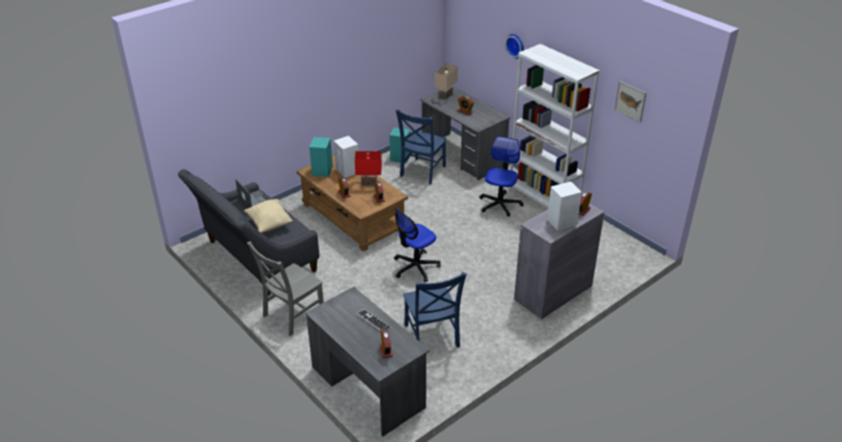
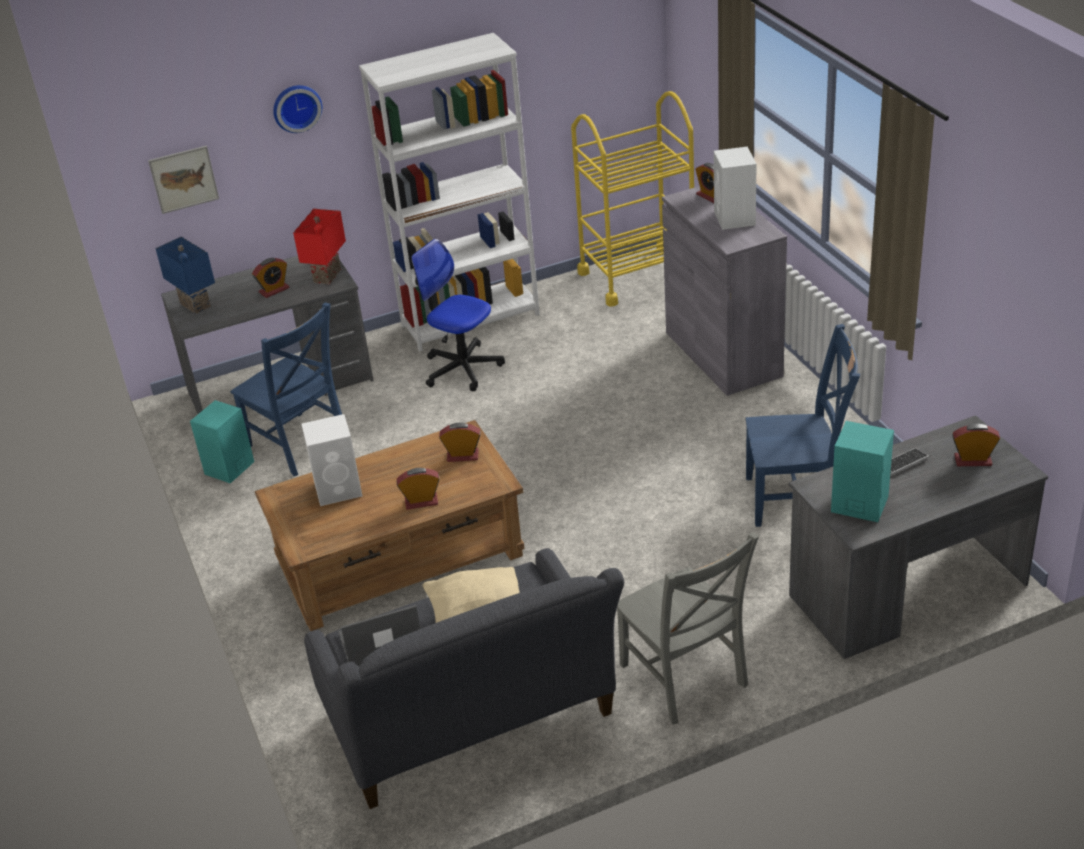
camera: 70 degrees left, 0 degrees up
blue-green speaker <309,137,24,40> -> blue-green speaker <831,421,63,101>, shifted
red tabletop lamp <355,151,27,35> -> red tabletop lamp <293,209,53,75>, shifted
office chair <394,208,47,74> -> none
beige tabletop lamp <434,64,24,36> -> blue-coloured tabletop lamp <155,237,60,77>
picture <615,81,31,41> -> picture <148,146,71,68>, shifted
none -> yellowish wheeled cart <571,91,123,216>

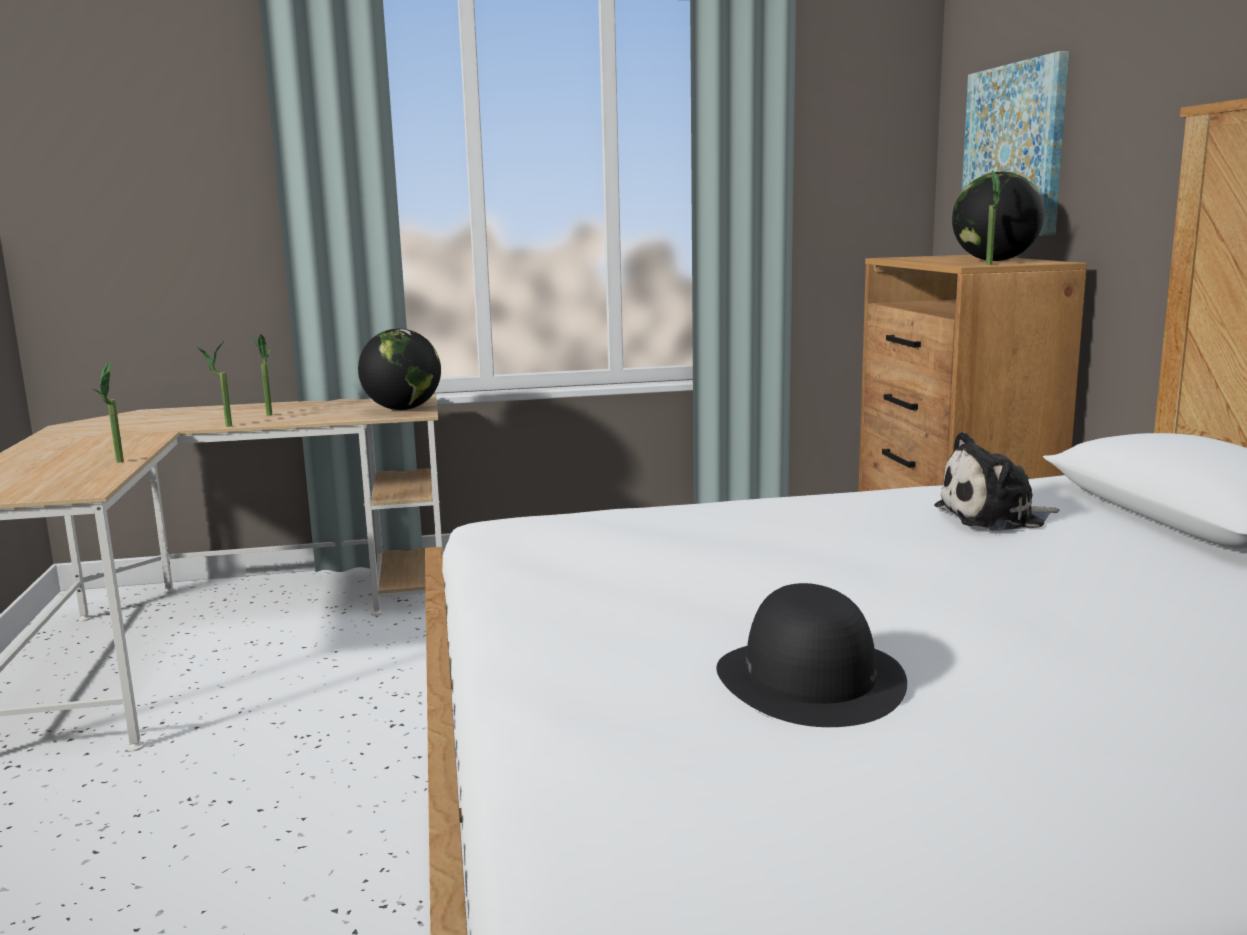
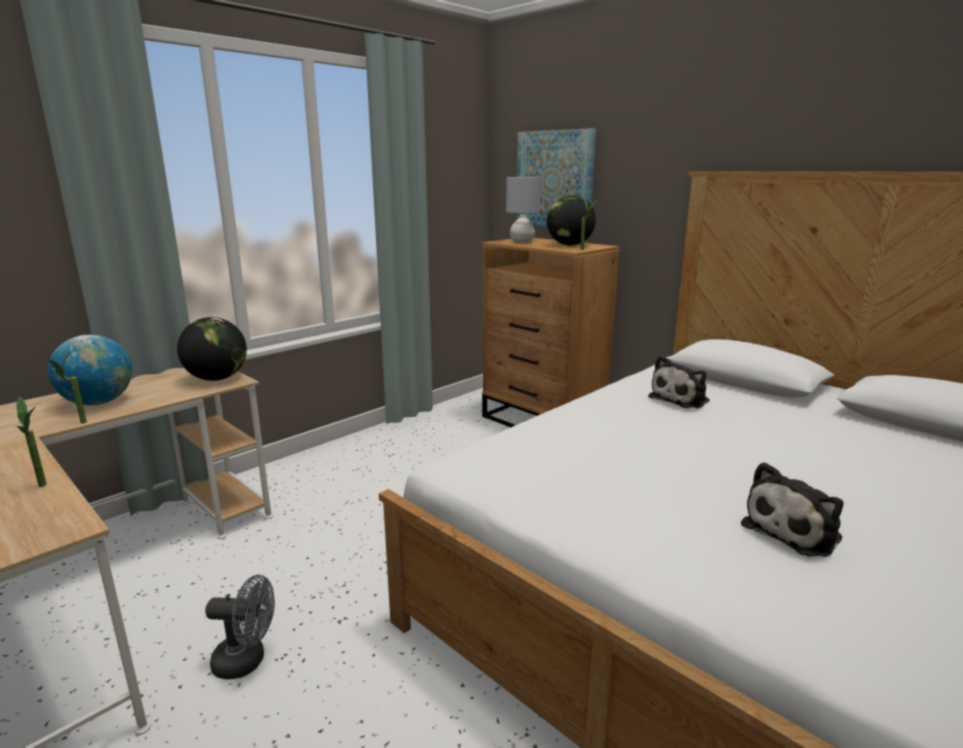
camera: 35 degrees left, 5 degrees up
plant in a pot <251,335,21,81> -> desk globe <48,335,84,70>
black hat <716,583,191,144> -> plush toy <741,462,103,95>
none -> grey electric fan <205,575,70,104>
none -> grey tabletop lamp <506,177,35,66>

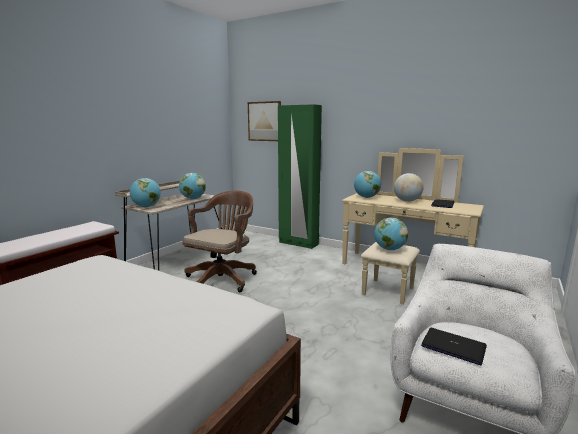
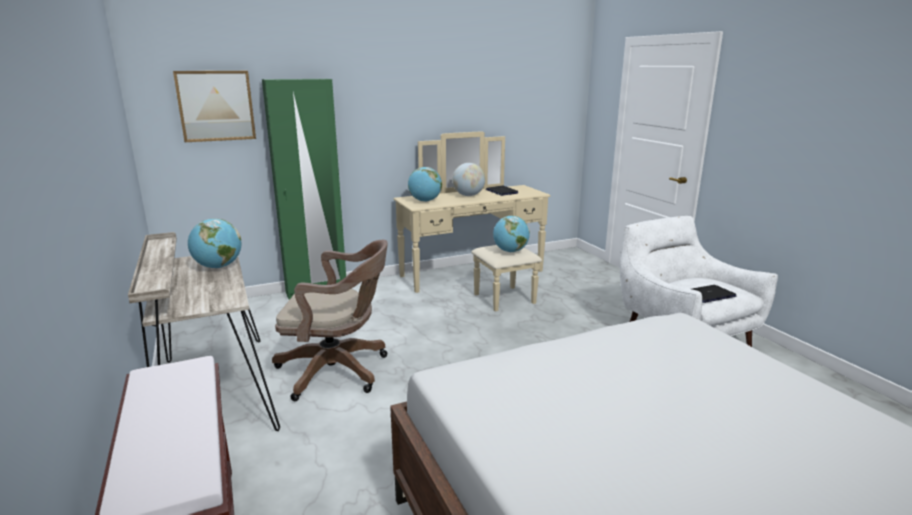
camera: 55 degrees left, 5 degrees up
desk globe <130,178,31,30> -> none
brownish office chair <182,191,75,101> -> brownish office chair <272,240,116,161>, 120 degrees clockwise

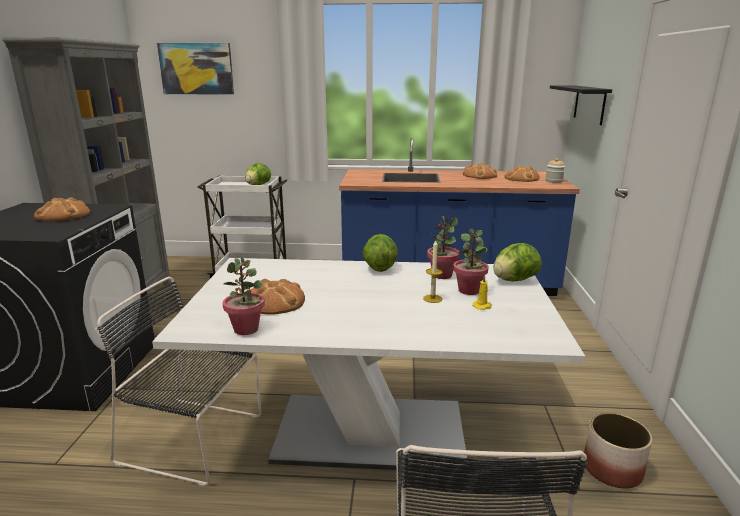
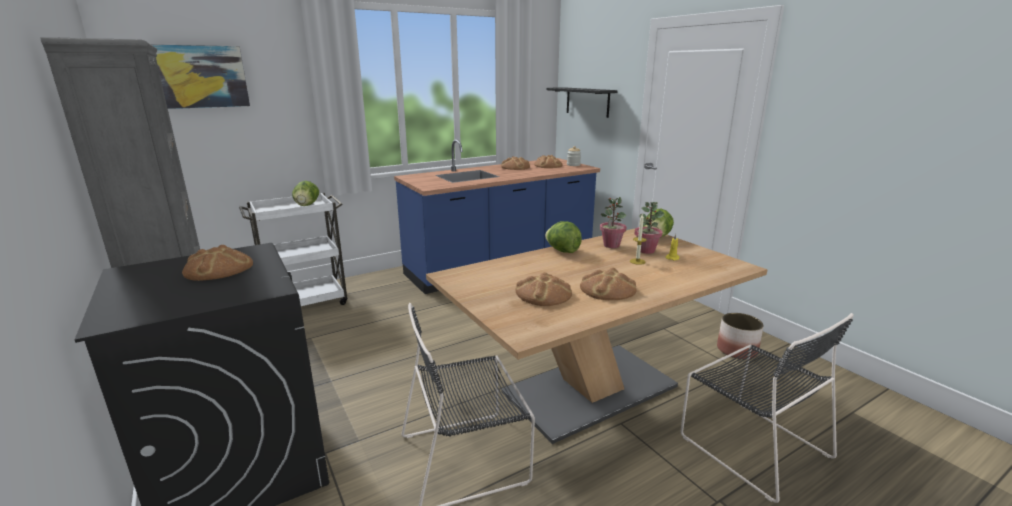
camera: 35 degrees left, 0 degrees up
white kitchen table <152,258,433,215> -> brownish kitchen table <426,228,342,216>
plant in a pot <223,257,42,78> -> none
none -> baked bread <580,267,56,33>

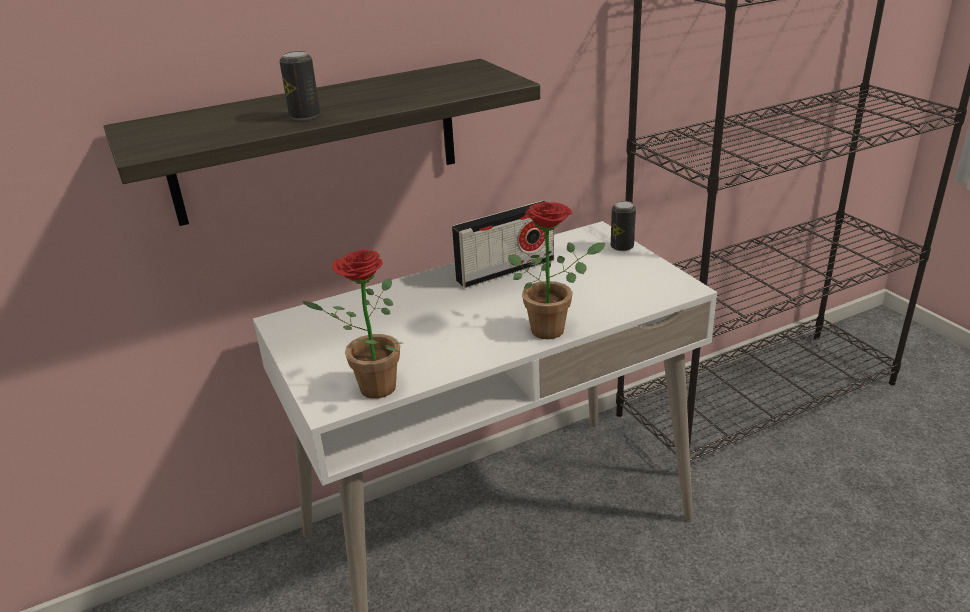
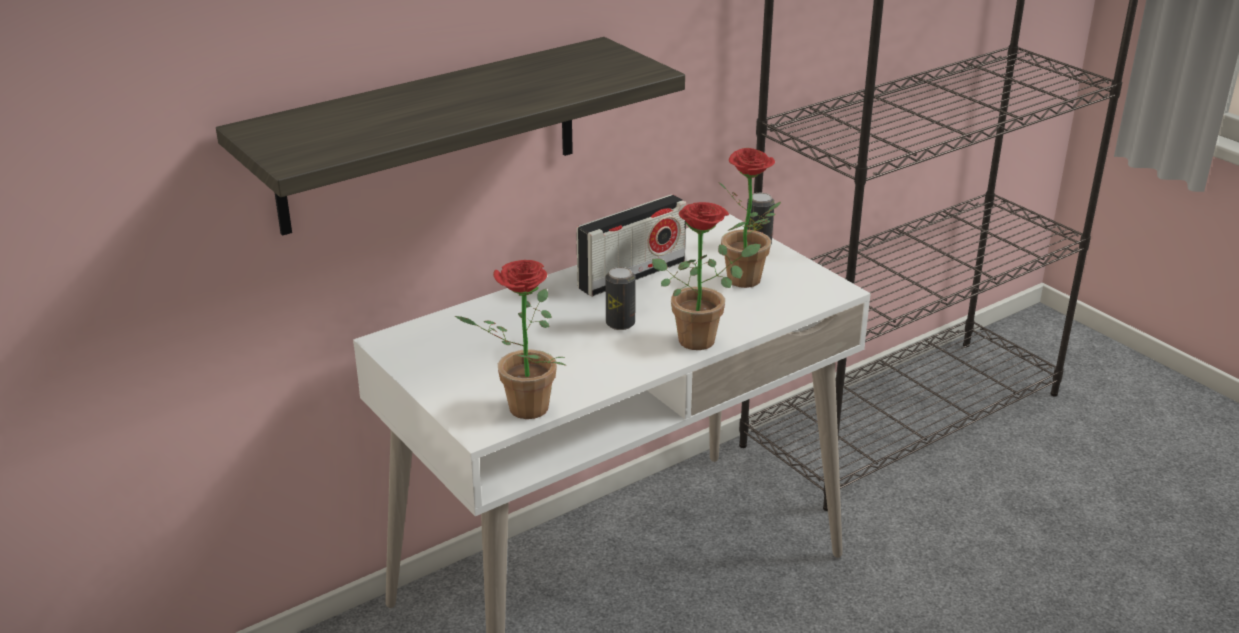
camera: 10 degrees left, 0 degrees up
can <279,51,41,69> -> can <606,267,30,63>, shifted
none -> plant in a pot <718,148,63,140>

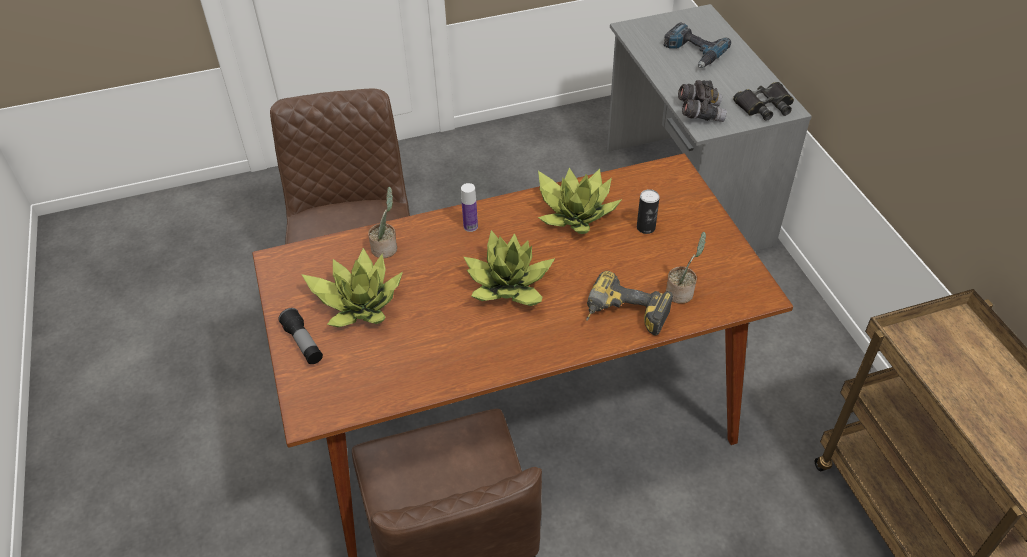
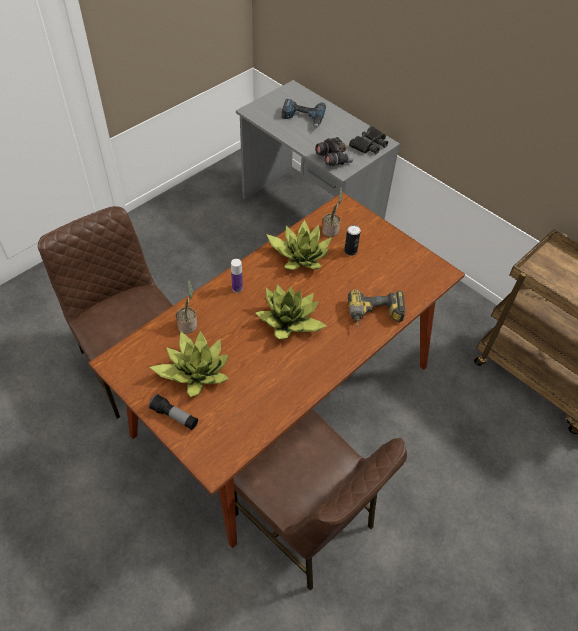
camera: 30 degrees left, 5 degrees up
plant in a pot <666,232,40,72> -> plant in a pot <322,187,21,50>, shifted

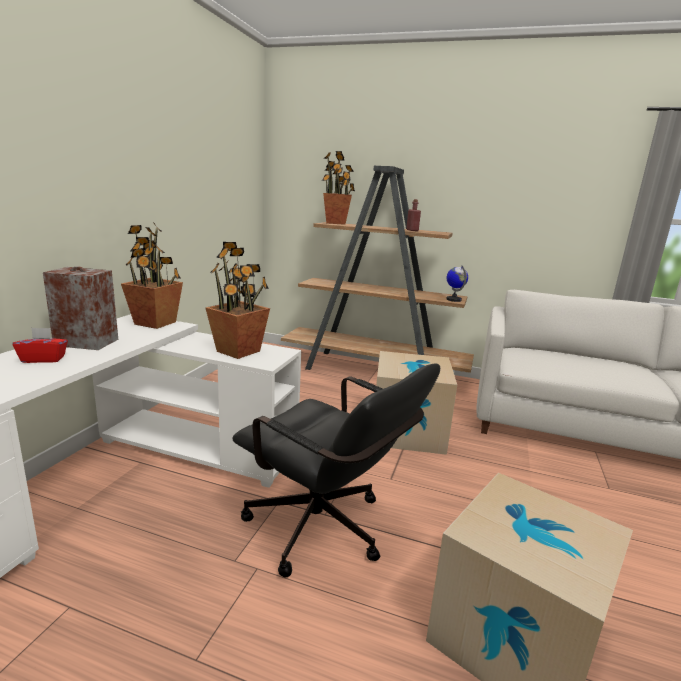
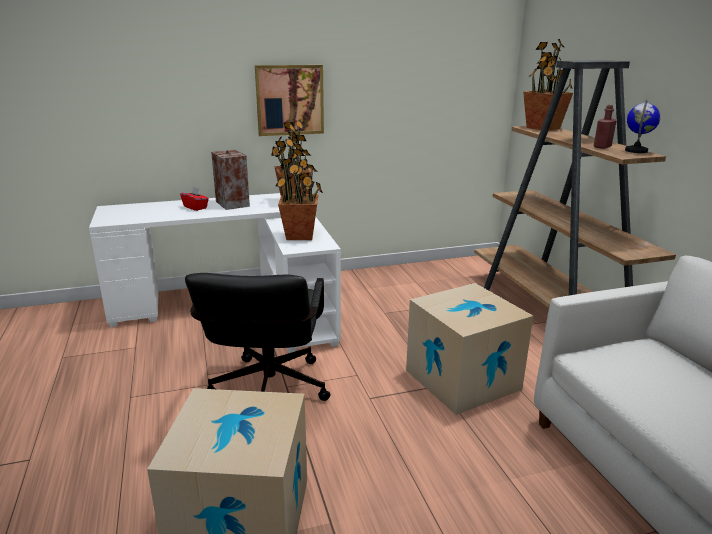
camera: 55 degrees right, 5 degrees up
desk globe <447,265,21,37> -> desk globe <625,100,36,53>, shifted
none -> picture <255,65,69,71>

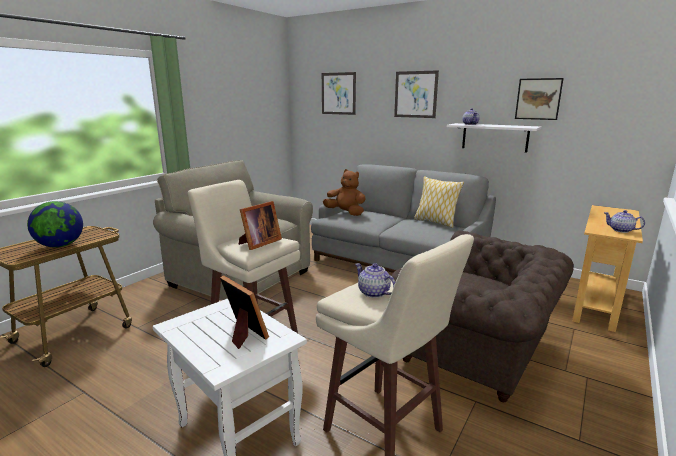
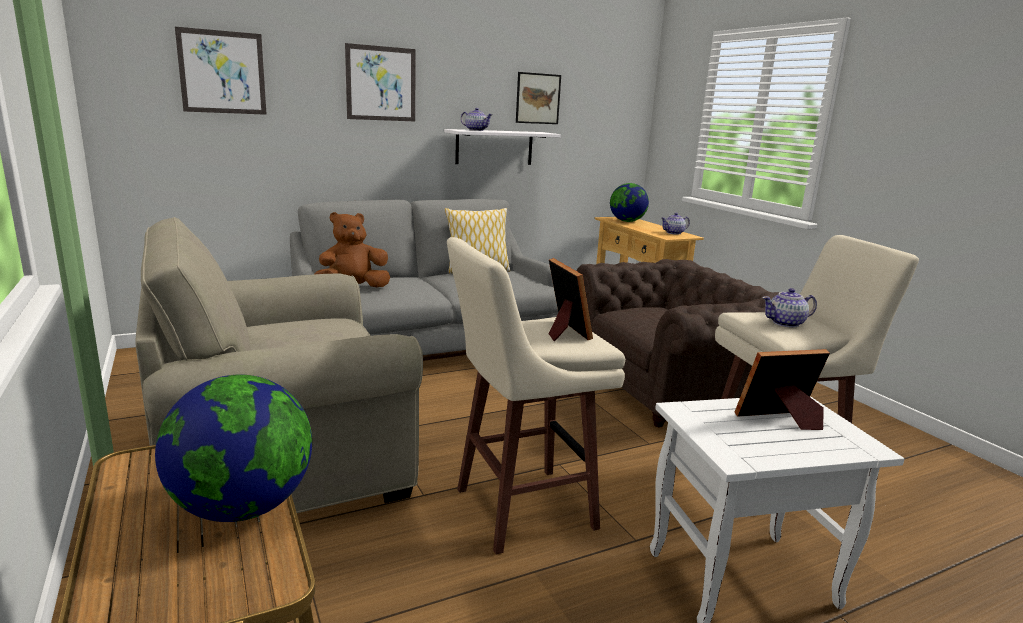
camera: 60 degrees left, 0 degrees up
none -> desk globe <610,183,39,39>

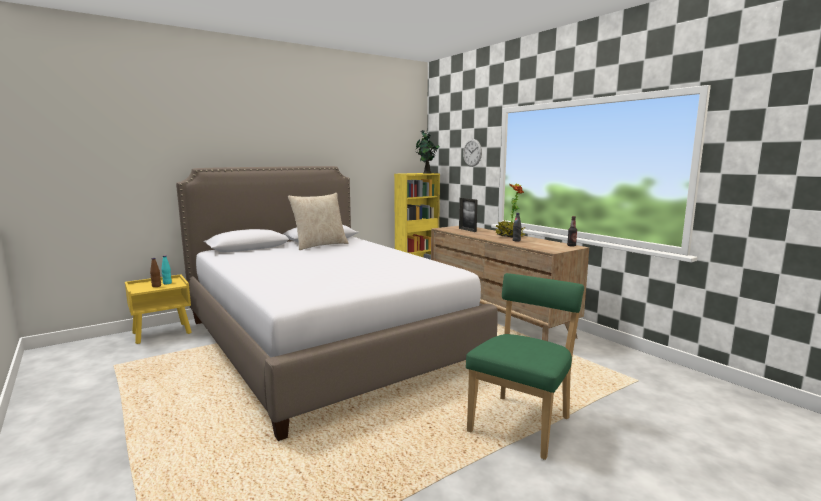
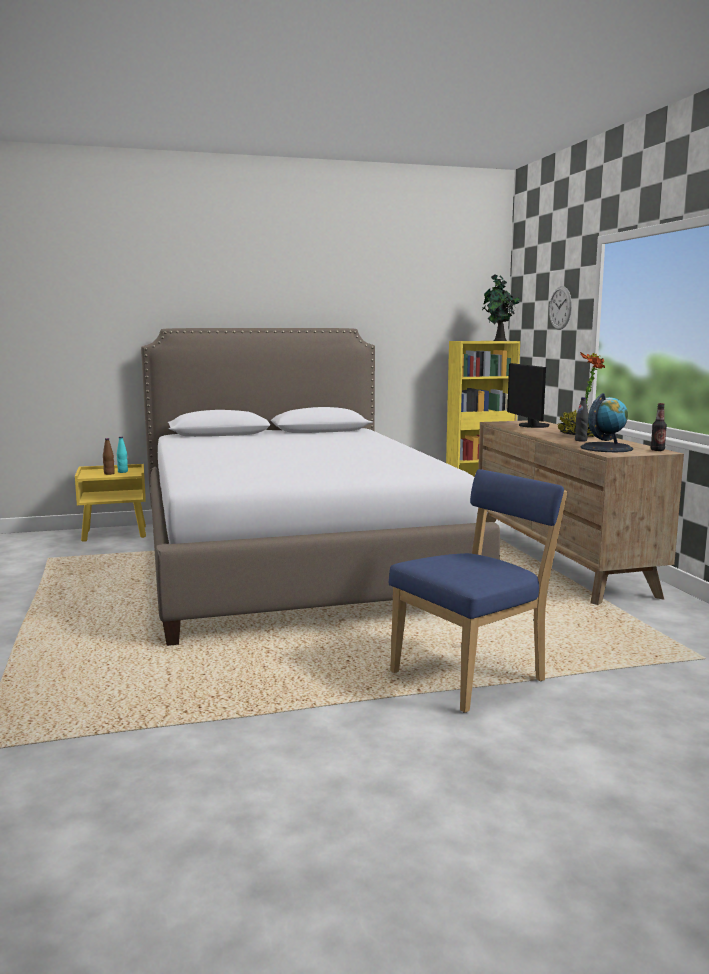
camera: 20 degrees right, 0 degrees up
beige pillow <288,193,61,57> -> none
standing frame <459,198,19,34> -> monitor <507,363,43,65>
green upright chair <466,273,118,187> -> blue-coloured upright chair <389,469,178,244>
none -> desk globe <580,393,53,59>

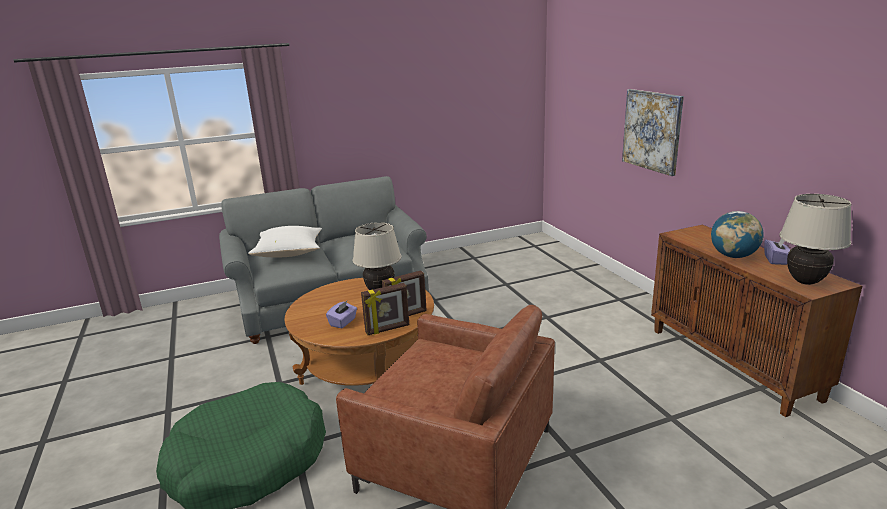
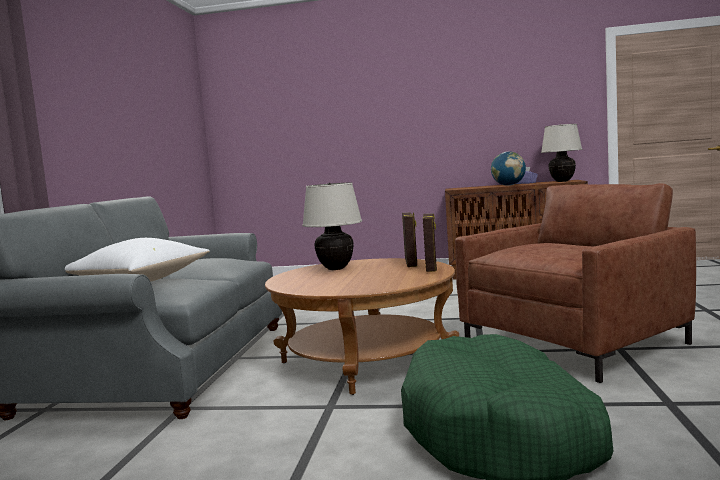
camera: 60 degrees left, 15 degrees down
purplish box of tissues <326,301,31,28> -> none
picture <622,89,62,87> -> none

